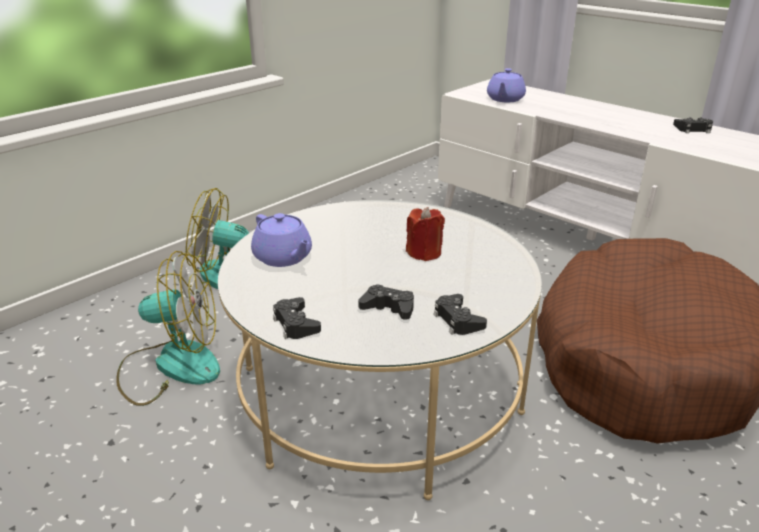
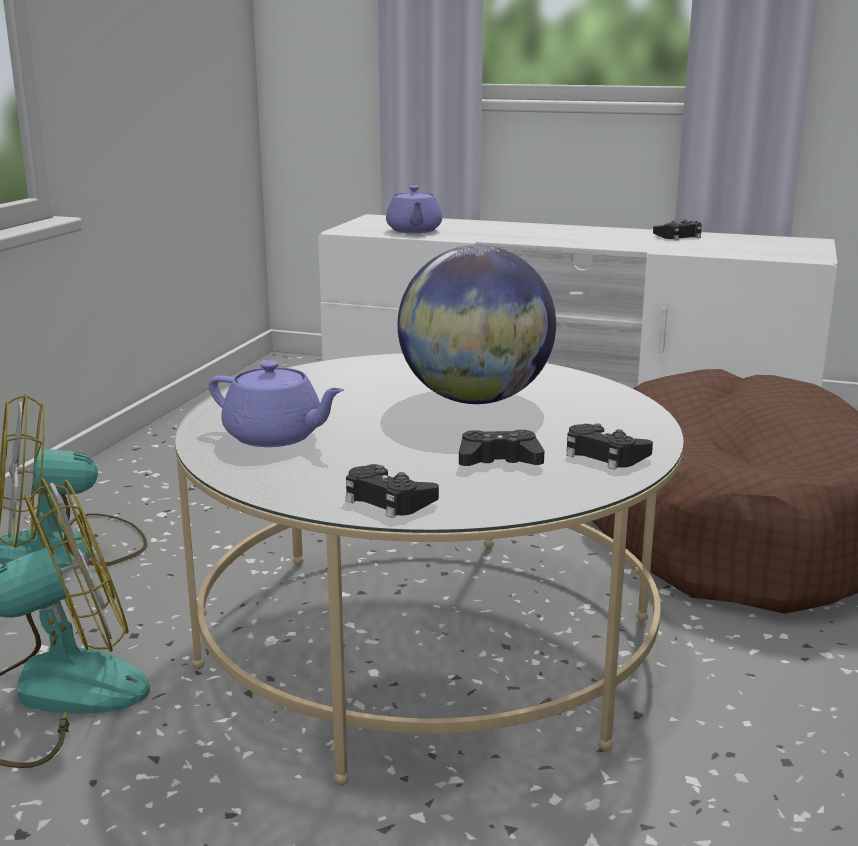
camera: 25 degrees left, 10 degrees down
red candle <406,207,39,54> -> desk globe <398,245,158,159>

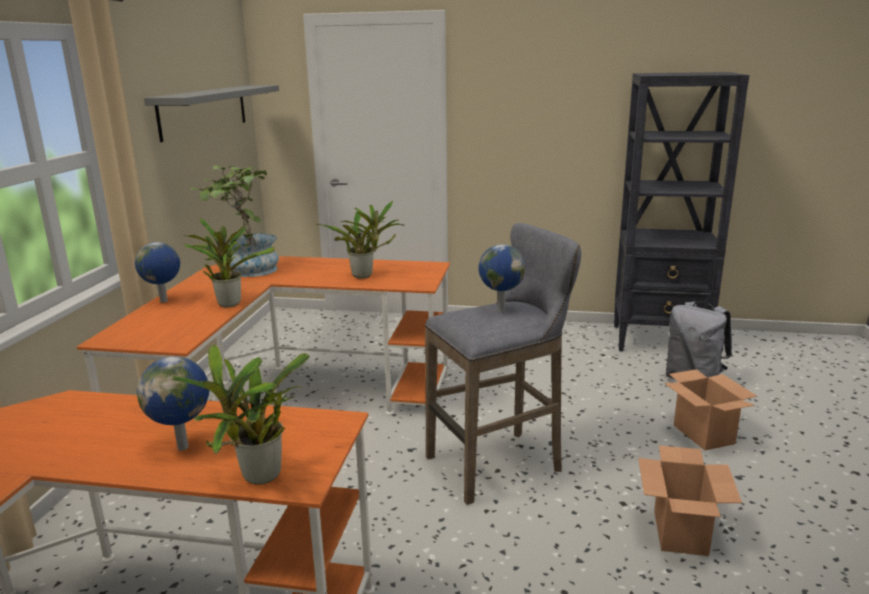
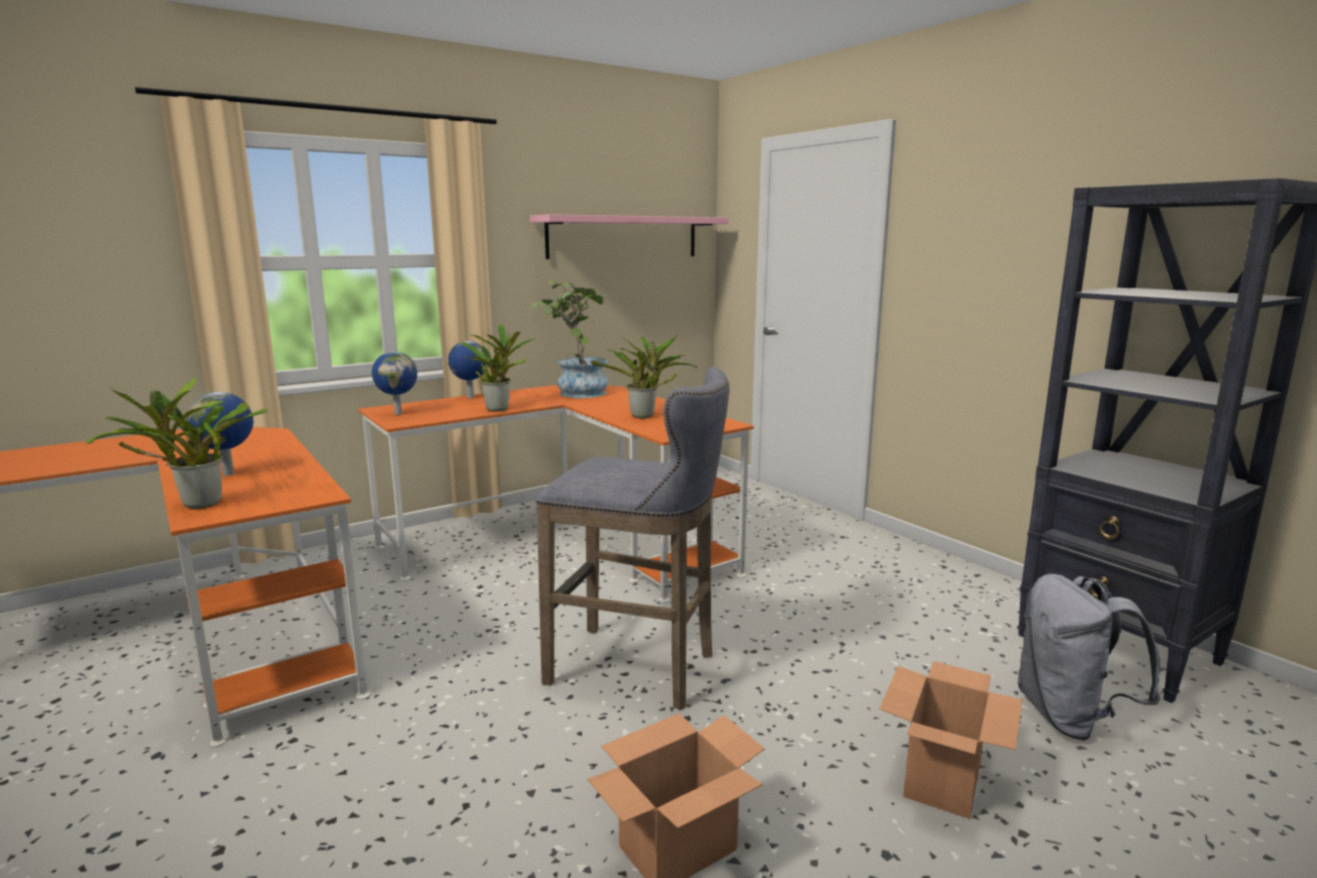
camera: 45 degrees right, 5 degrees down
grey shelf <144,85,135,57> -> pink shelf <530,214,199,45>
desk globe <478,244,47,67> -> desk globe <372,352,45,63>, shifted

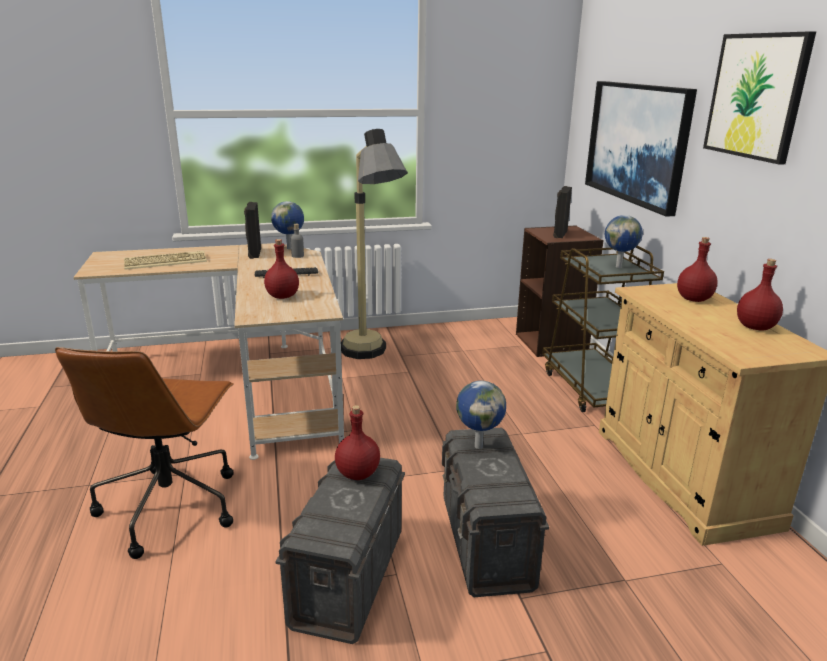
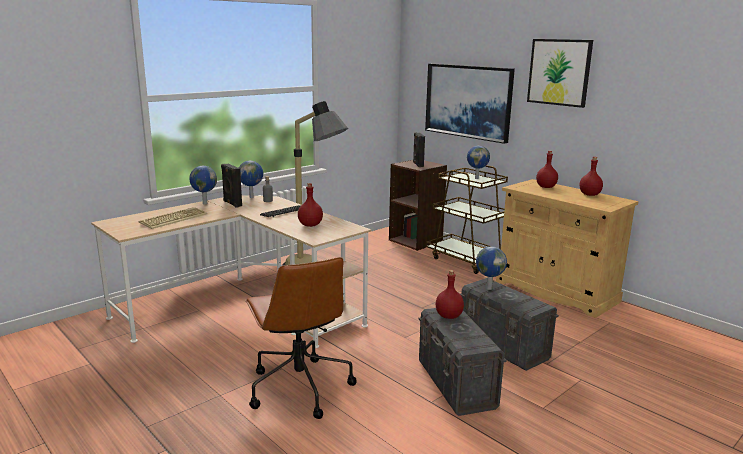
camera: 30 degrees left, 5 degrees down
none -> desk globe <189,166,28,39>

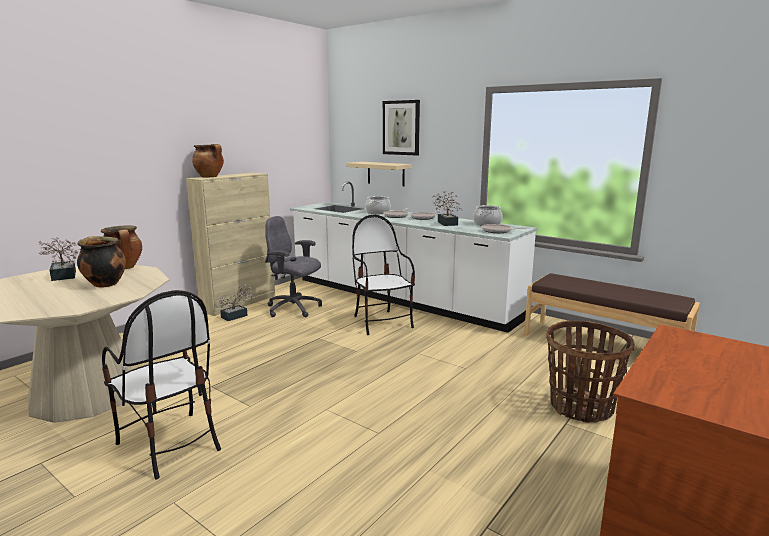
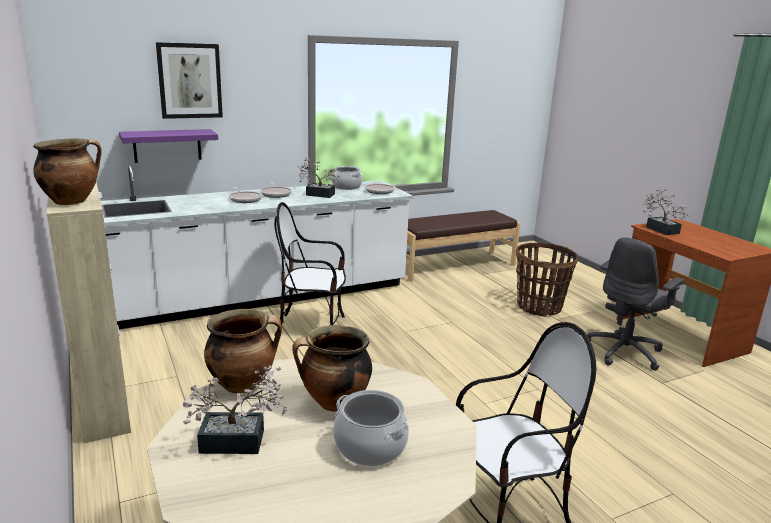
camera: 65 degrees left, 5 degrees up
plant in a pot <217,285,36,36> -> plant in a pot <643,189,47,46>, shifted
grey office chair <265,216,57,101> -> grey office chair <587,237,98,134>, shifted
beige shelf <346,162,65,24> -> purplish shelf <119,129,99,34>
cooking pot <365,196,26,18> -> cooking pot <333,390,76,76>, shifted

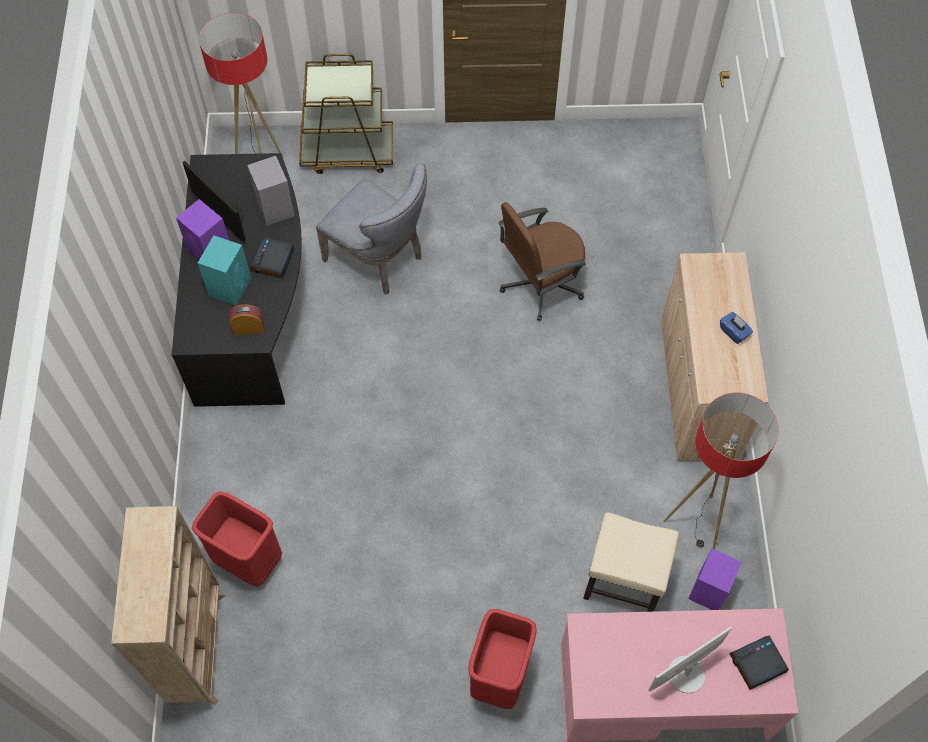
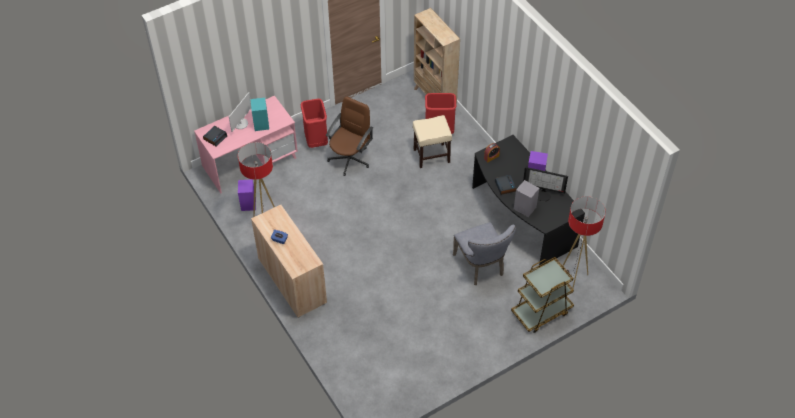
camera: 150 degrees right, 10 degrees down
blue-green speaker <198,235,53,70> -> blue-green speaker <250,98,19,33>, shifted
grey upright chair <316,163,111,132> -> grey upright chair <453,222,63,63>, 120 degrees counterclockwise
brownish office chair <498,202,88,119> -> brownish office chair <326,97,47,79>, shifted
beige stool seat <583,512,96,100> -> beige stool seat <413,115,39,53>, shifted

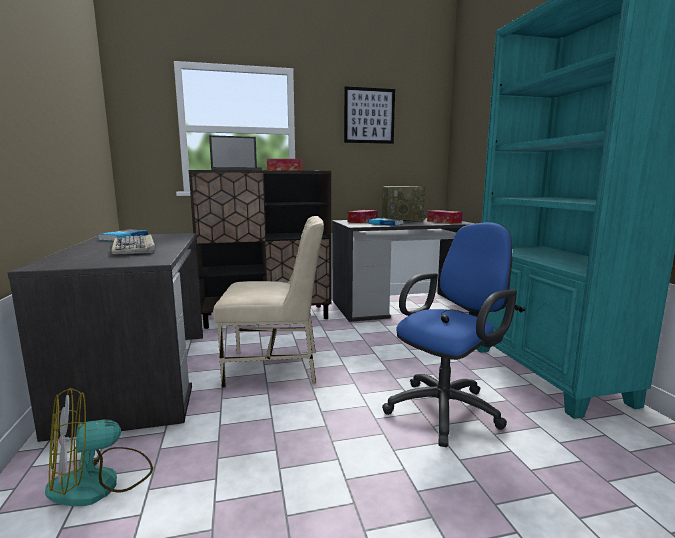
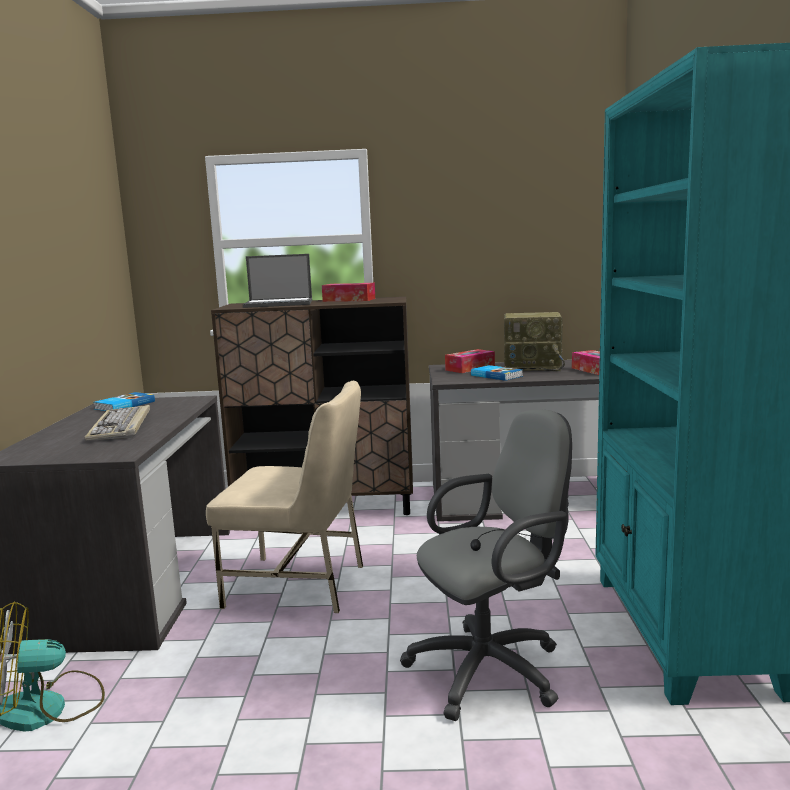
camera: 15 degrees right, 0 degrees up
picture <344,86,51,58> -> none
blue-coloured office chair <382,222,135,225> -> grey office chair <400,410,172,311>

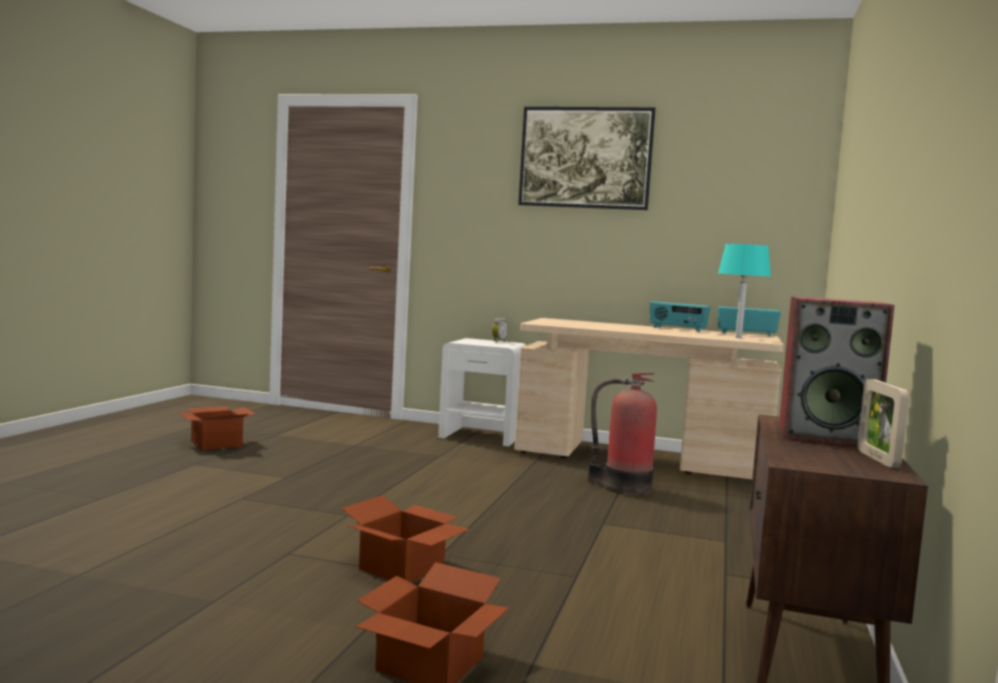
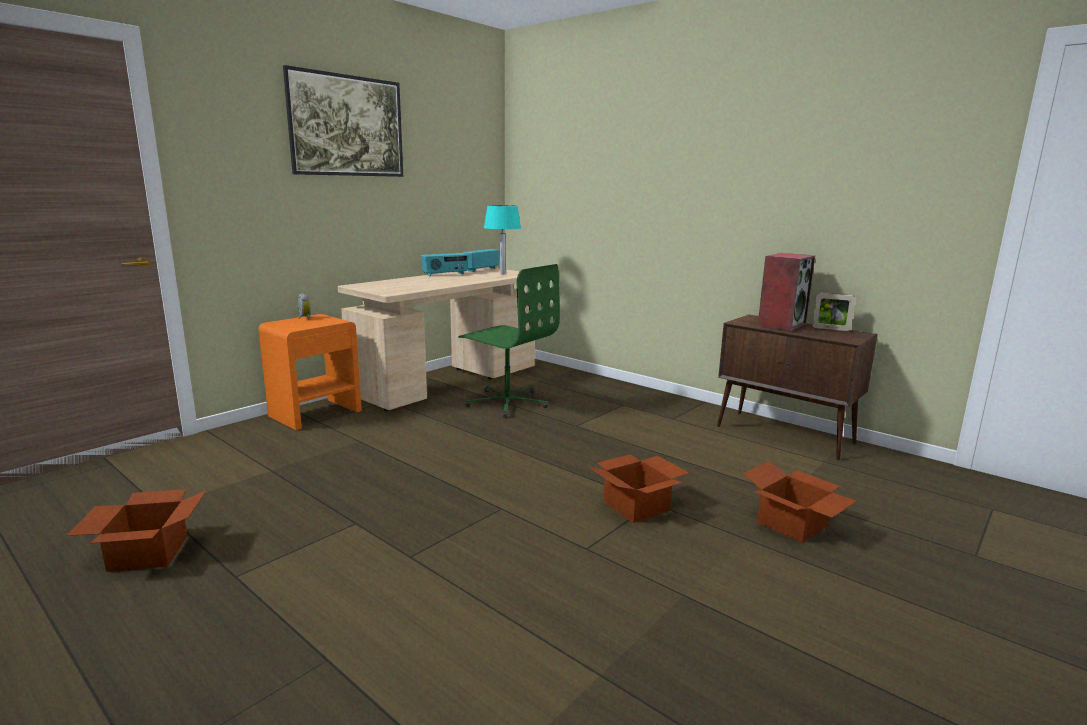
camera: 65 degrees left, 10 degrees up
white bedside table <438,338,89,108> -> orange bedside table <258,314,104,116>
extinguisher <588,373,69,123> -> green office chair <458,264,102,153>

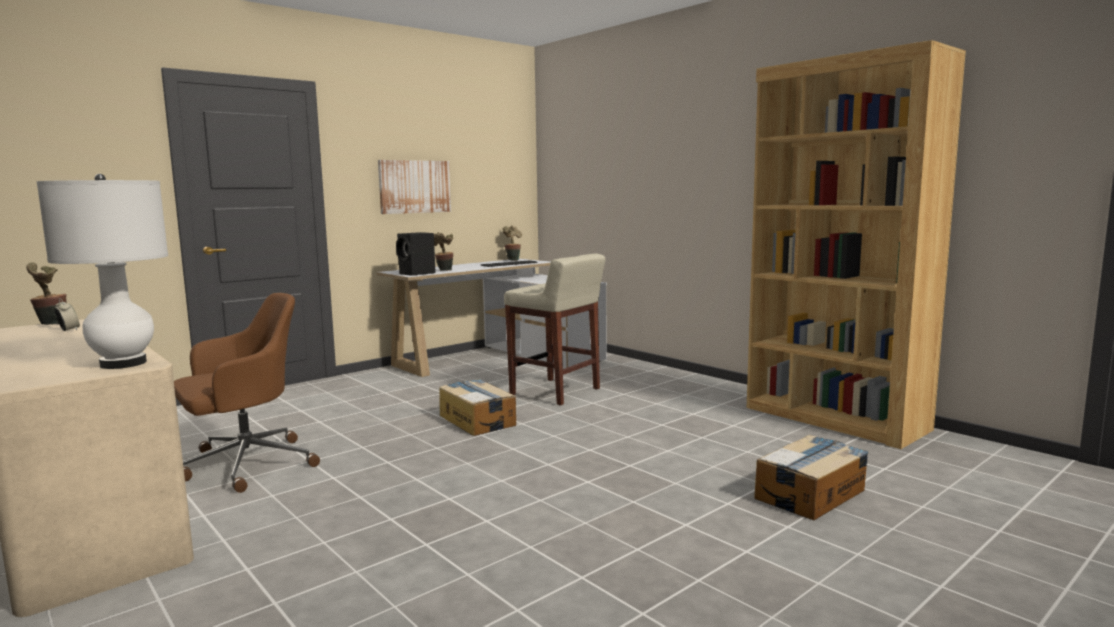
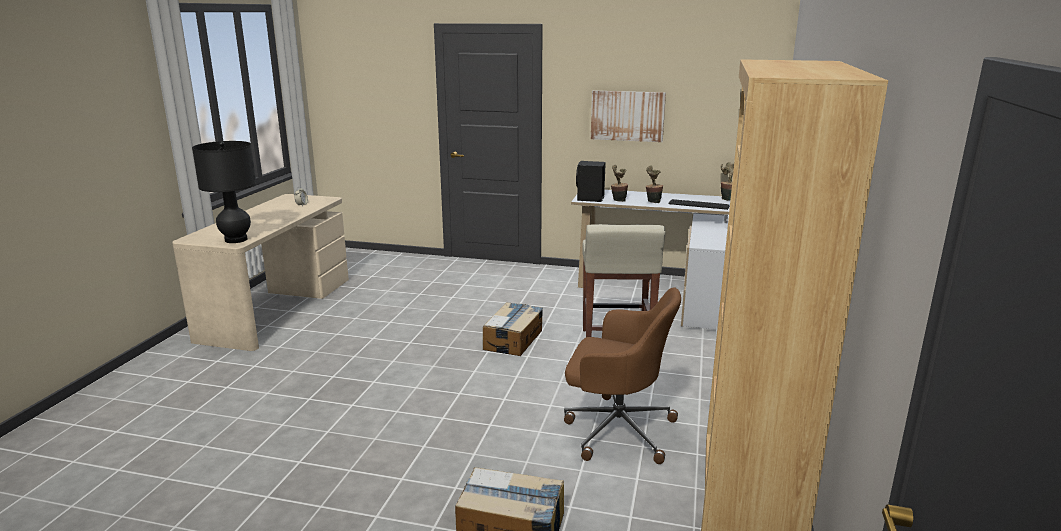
camera: 55 degrees right, 10 degrees up
plant in a pot <26,262,40,63> -> plant in a pot <646,165,17,38>, shifted
white tabletop lamp <37,174,131,195> -> black tabletop lamp <192,141,65,102>
brownish office chair <174,293,146,200> -> brownish office chair <564,287,117,177>, shifted

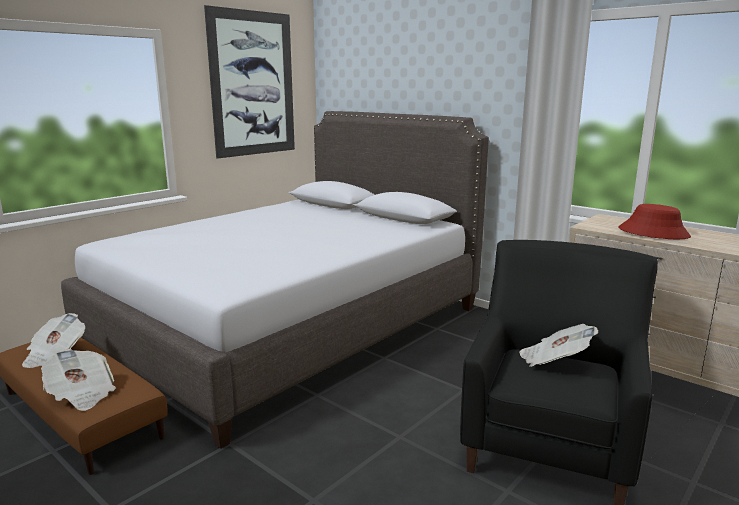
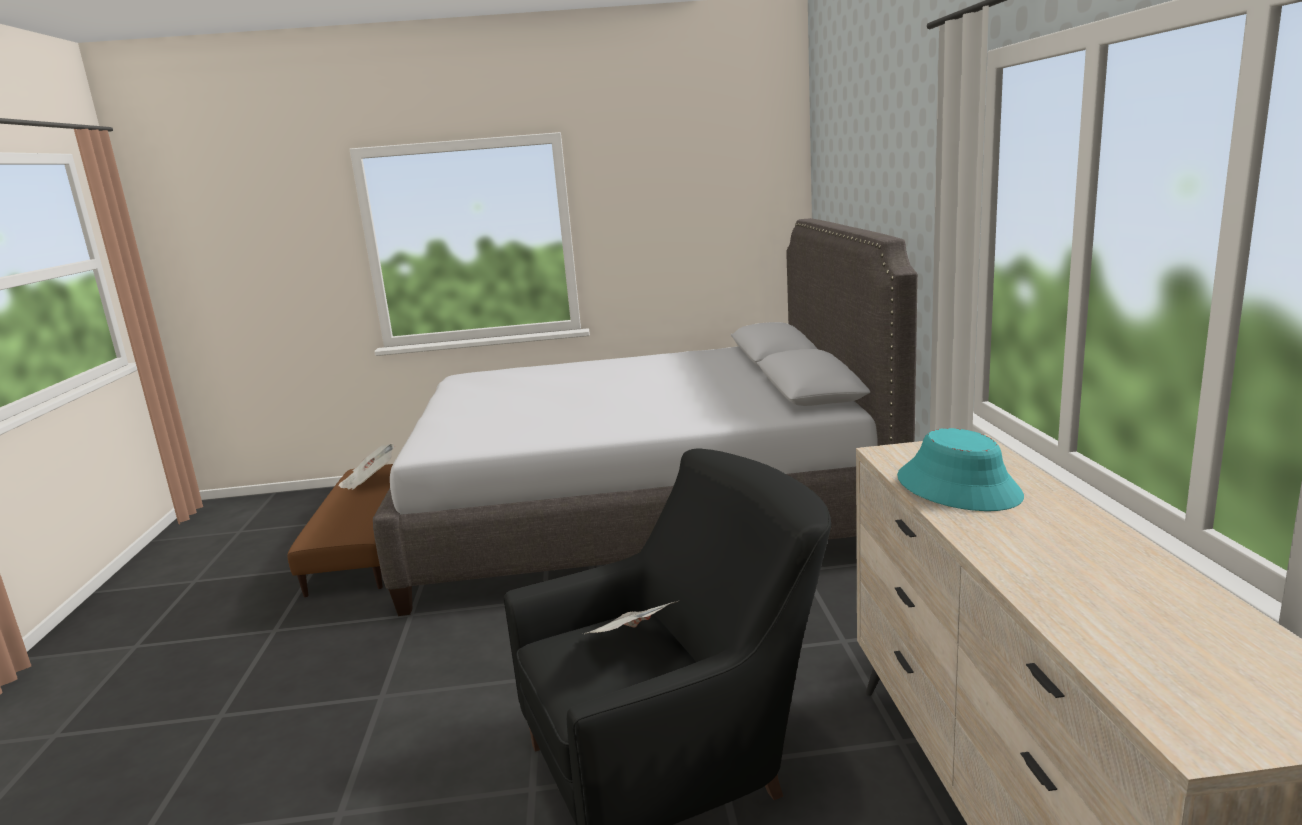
camera: 45 degrees right, 0 degrees up
newspaper <41,349,75,62> -> none
picture <204,5,91,154> -> none
red hat <618,204,73,35> -> blue-green hat <897,428,127,83>

